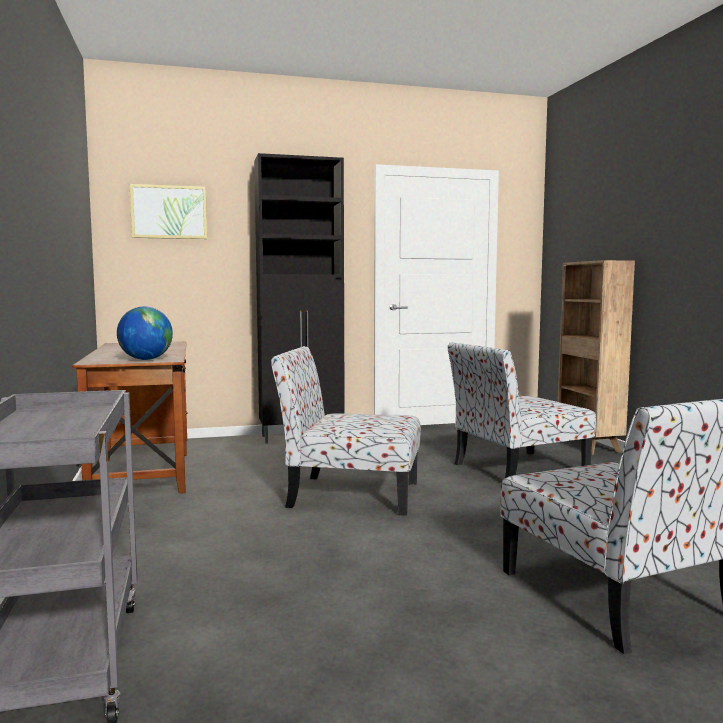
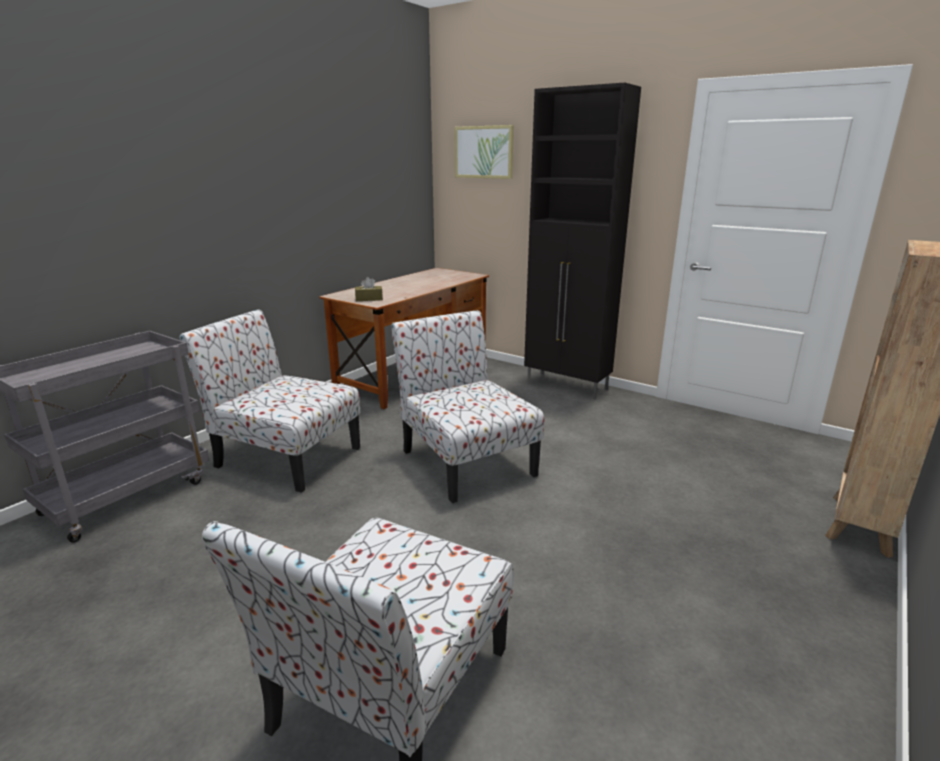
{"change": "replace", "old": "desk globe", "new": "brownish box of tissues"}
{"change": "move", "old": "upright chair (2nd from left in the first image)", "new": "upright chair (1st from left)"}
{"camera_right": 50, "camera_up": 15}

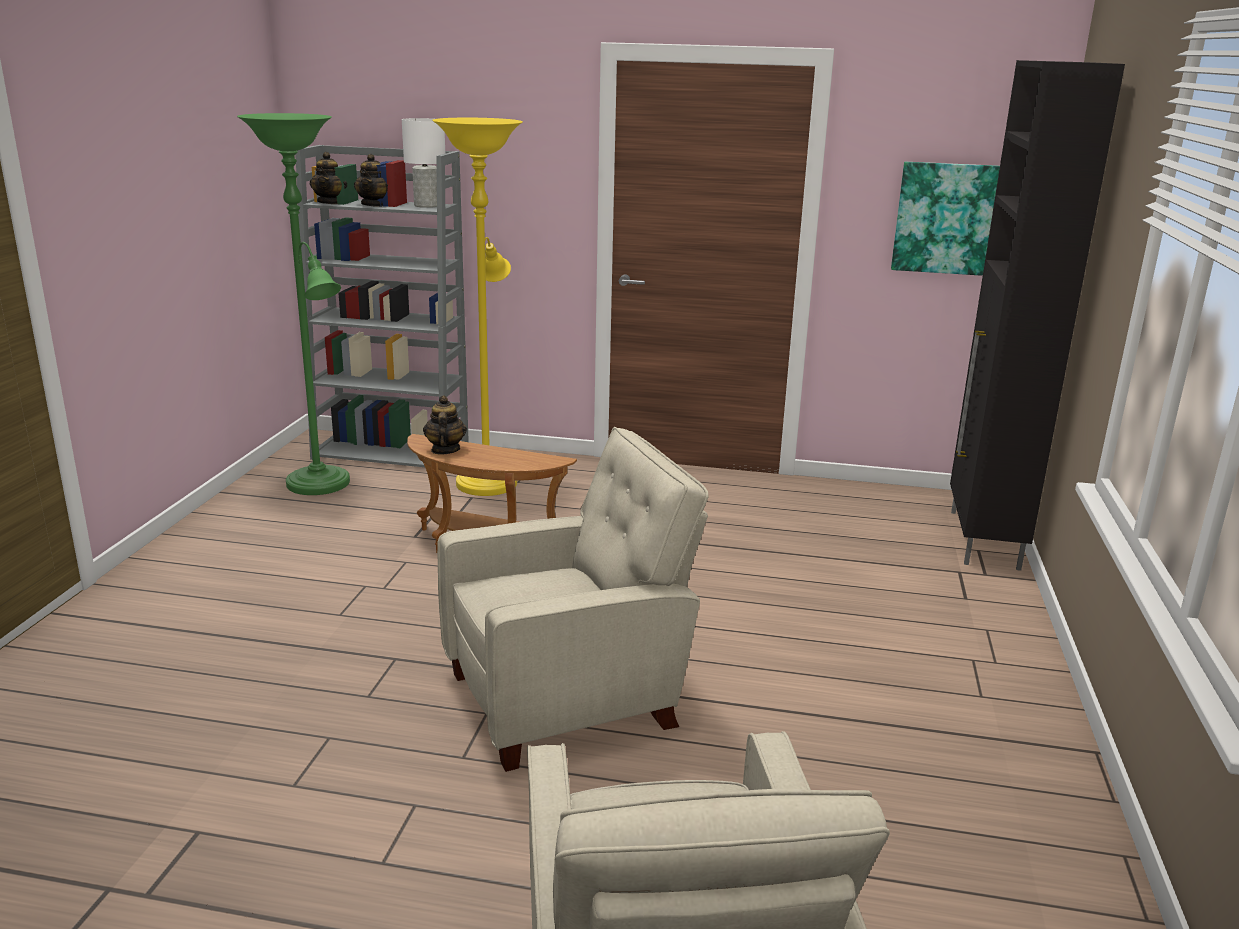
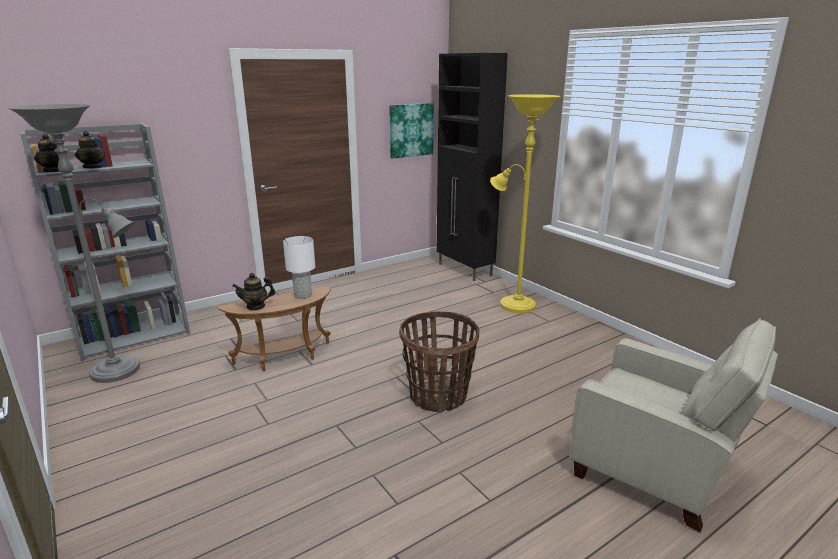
{"change": "recolor", "old": "green-coloured standing lamp", "new": "greyish standing lamp"}
{"change": "move", "old": "white-coloured table lamp"}
{"change": "rotate", "old": "tea pot (3rd from left)", "degrees": -60}
{"change": "move", "old": "yellowish standing lamp"}
{"change": "replace", "old": "beige-coloured lounge chair (1st from left)", "new": "household basket"}
{"camera_right": -45, "camera_up": 0}

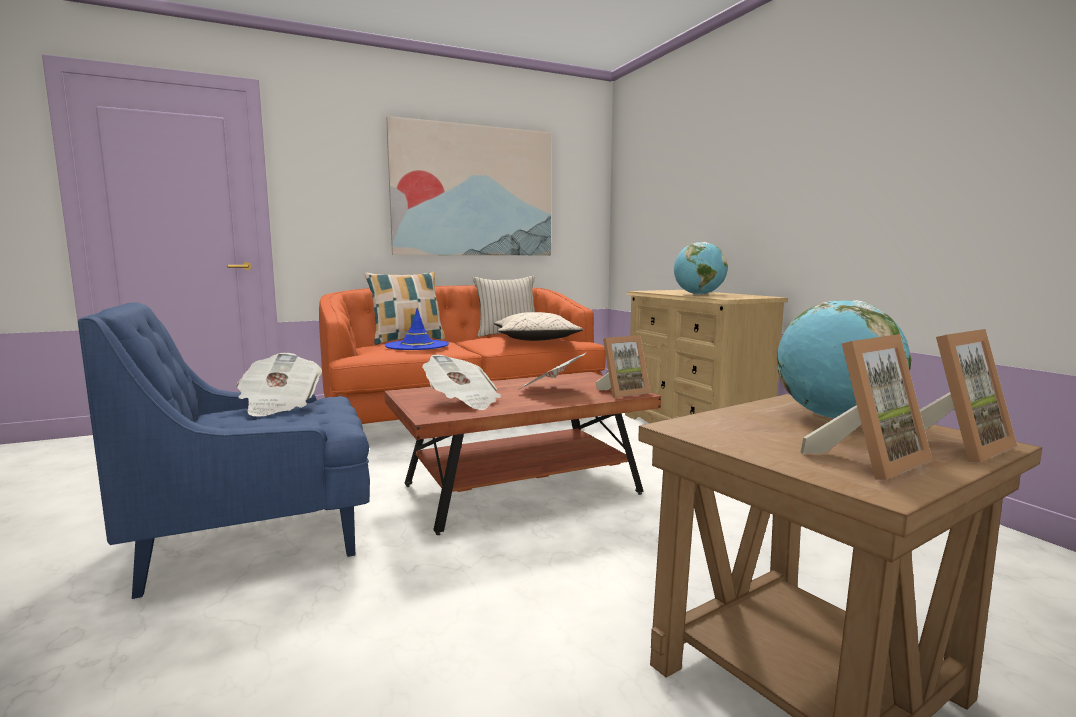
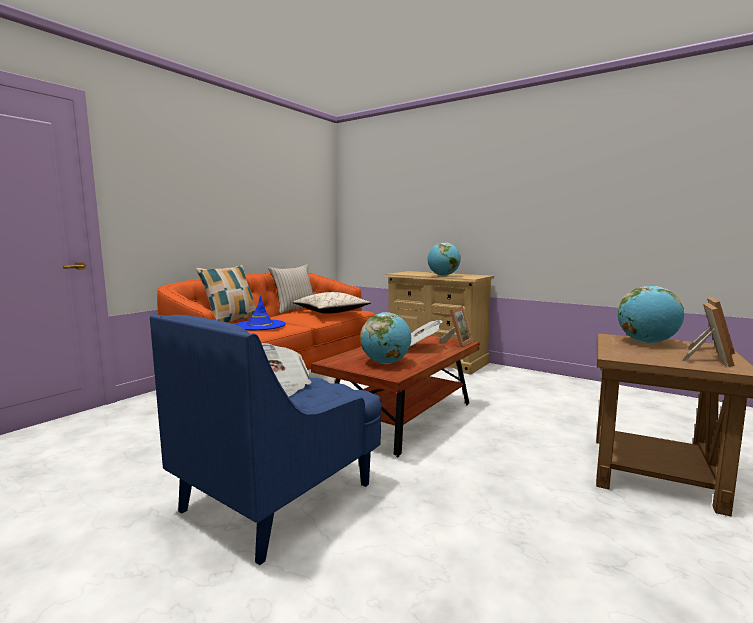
{"change": "delete", "old": "wall picture"}
{"change": "replace", "old": "daily paper (2nd from left)", "new": "desk globe (1st from left)"}
{"camera_right": -30, "camera_up": 0}

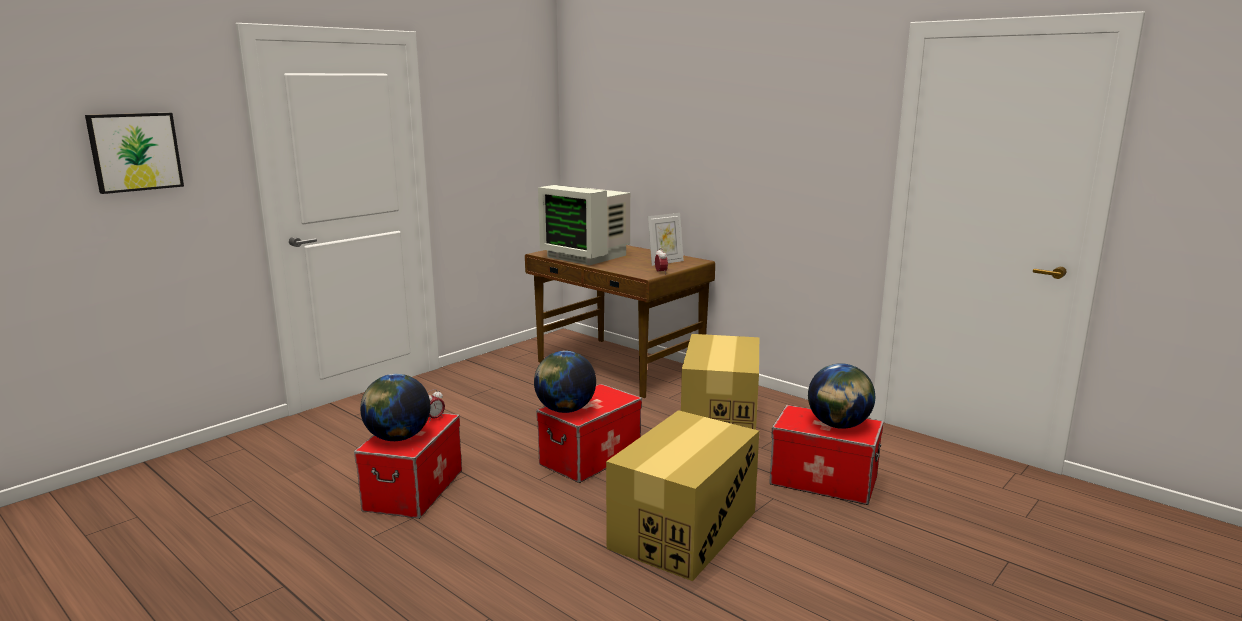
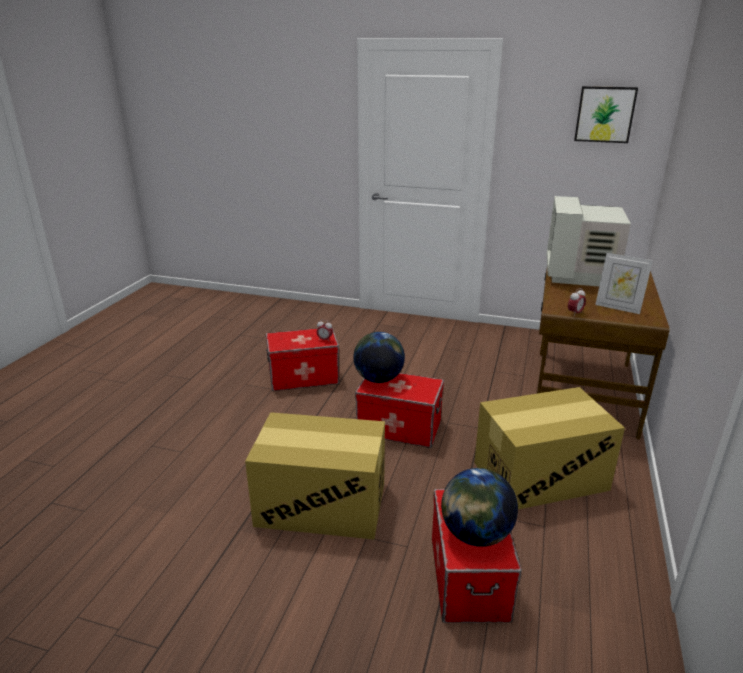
{"change": "move", "old": "wall picture"}
{"change": "delete", "old": "desk globe (1st from left)"}
{"camera_right": 65, "camera_up": 10}

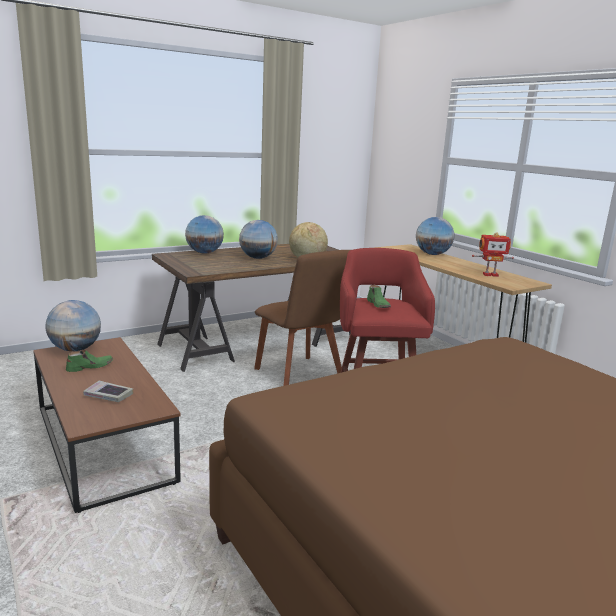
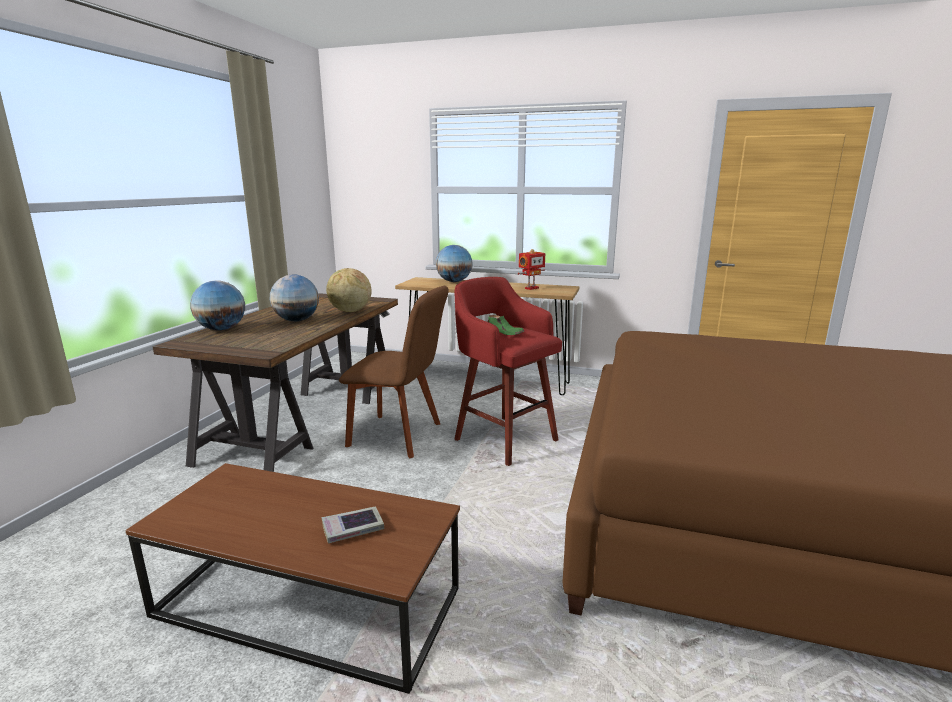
{"change": "delete", "old": "desk globe (1st from left)"}
{"change": "delete", "old": "green-coloured low shoe (1st from left)"}
{"camera_right": -40, "camera_up": 0}

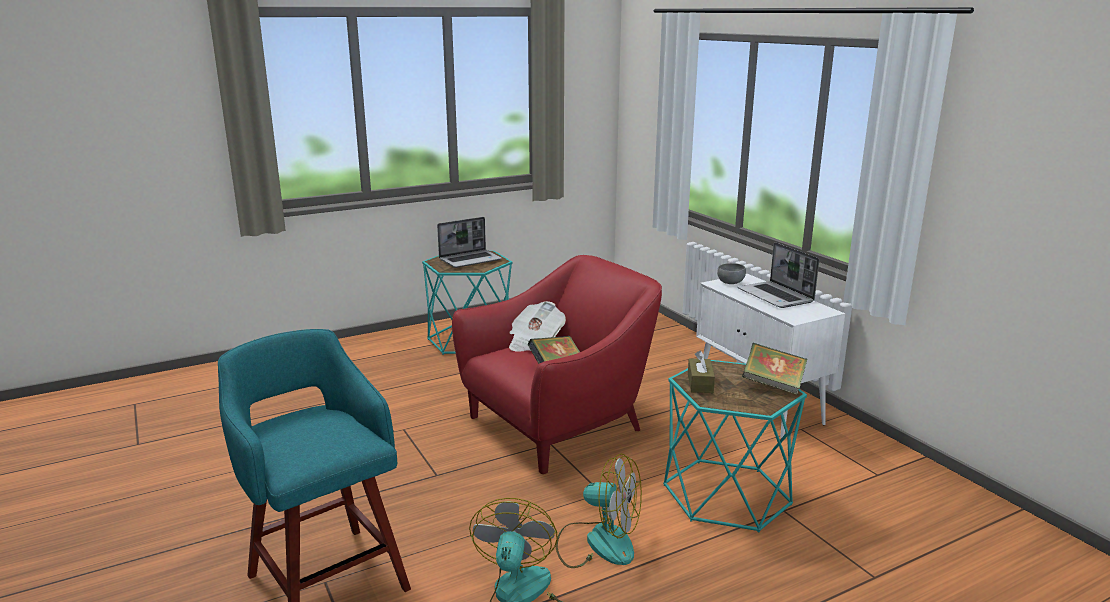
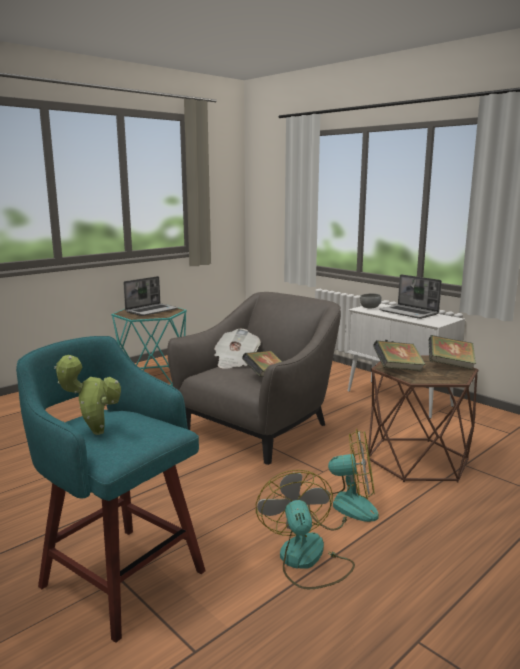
{"change": "recolor", "old": "red lounge chair", "new": "greyish lounge chair"}
{"change": "recolor", "old": "blue-green accent table (2nd from left)", "new": "brownish accent table"}
{"change": "replace", "old": "brownish box of tissues", "new": "bound book (2nd from left)"}
{"change": "insert", "new": "houseplant"}
{"camera_right": -15, "camera_up": -5}

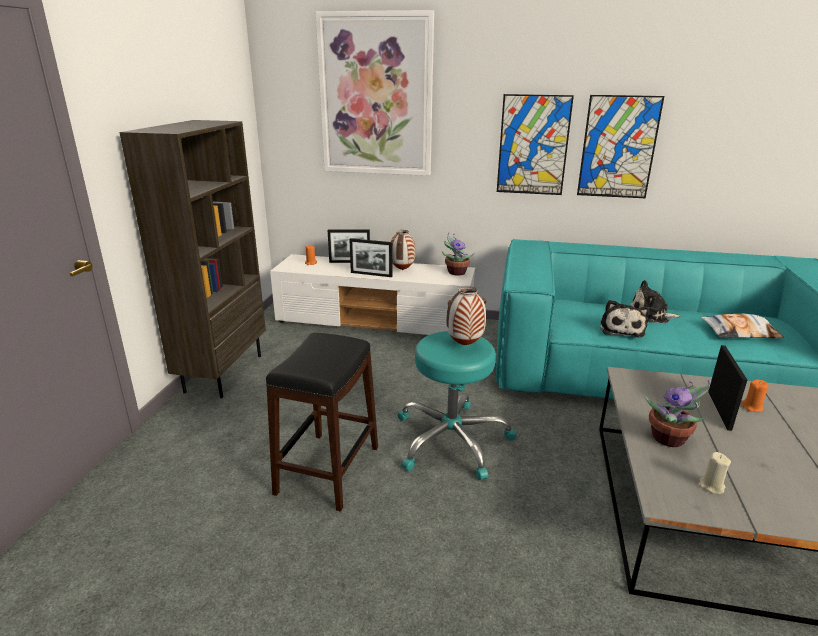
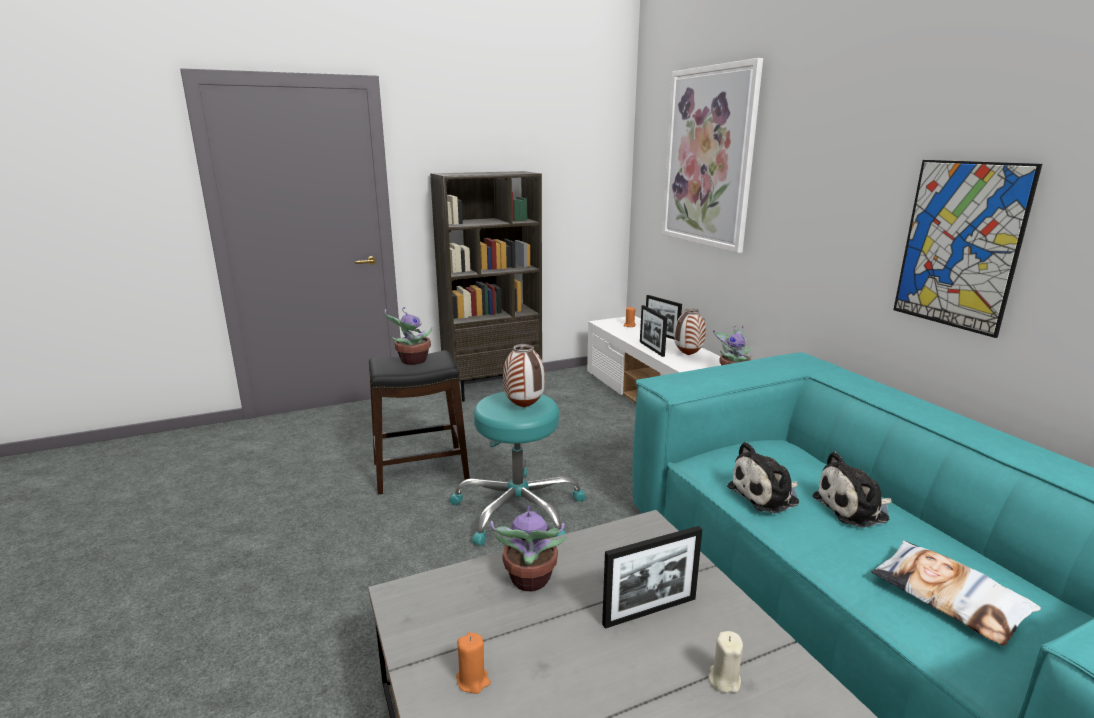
{"change": "delete", "old": "wall picture (2nd from left)"}
{"change": "rotate", "old": "plush toy (2nd from left)", "degrees": -75}
{"change": "move", "old": "beige-coloured candle"}
{"change": "move", "old": "orange candle (2nd from left in the first image)", "new": "orange candle (1st from left)"}
{"change": "insert", "new": "houseplant (1st from left)"}
{"camera_right": 55, "camera_up": -5}

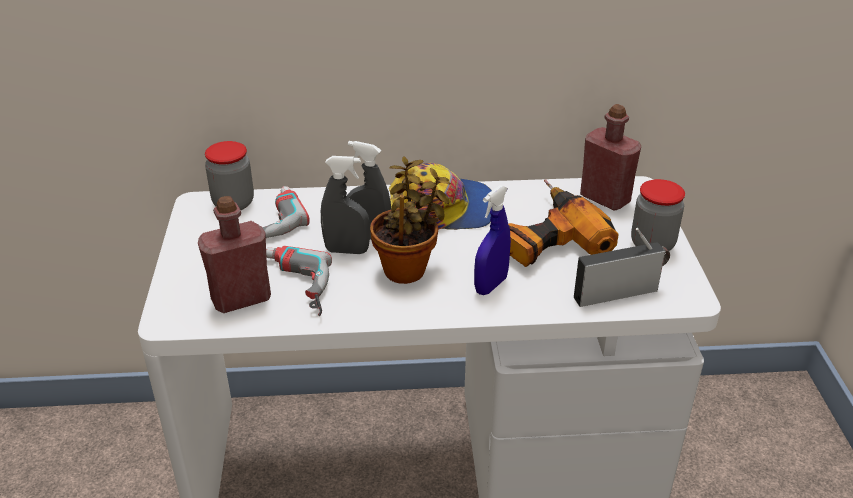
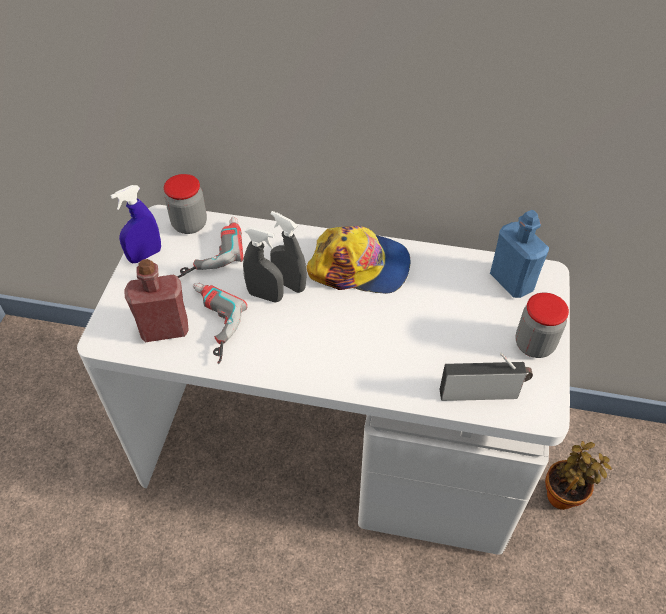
{"change": "move", "old": "houseplant"}
{"change": "move", "old": "bluish hand sprayer"}
{"change": "delete", "old": "power drill (3rd from left)"}
{"change": "recolor", "old": "red bottle (2nd from left)", "new": "bluish bottle"}
{"camera_right": 15, "camera_up": 15}

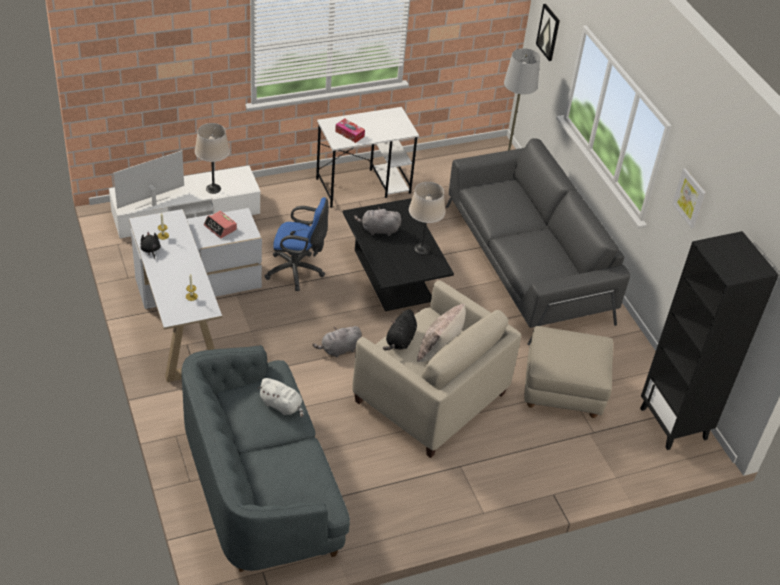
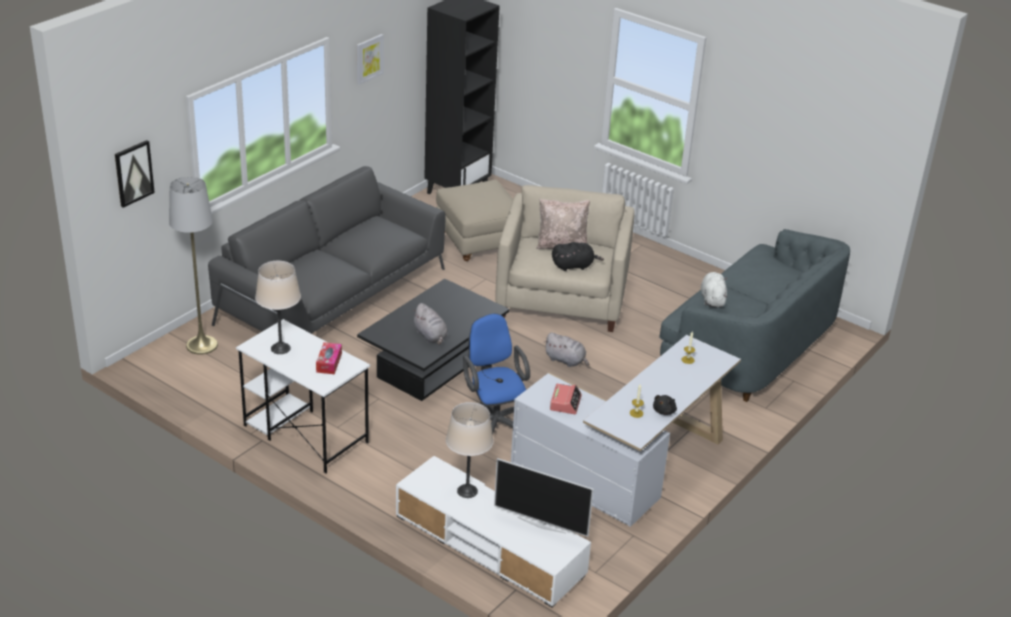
{"change": "move", "old": "beige-coloured table lamp (2nd from left in the first image)", "new": "beige-coloured table lamp (1st from left)"}
{"camera_right": -120, "camera_up": -10}

